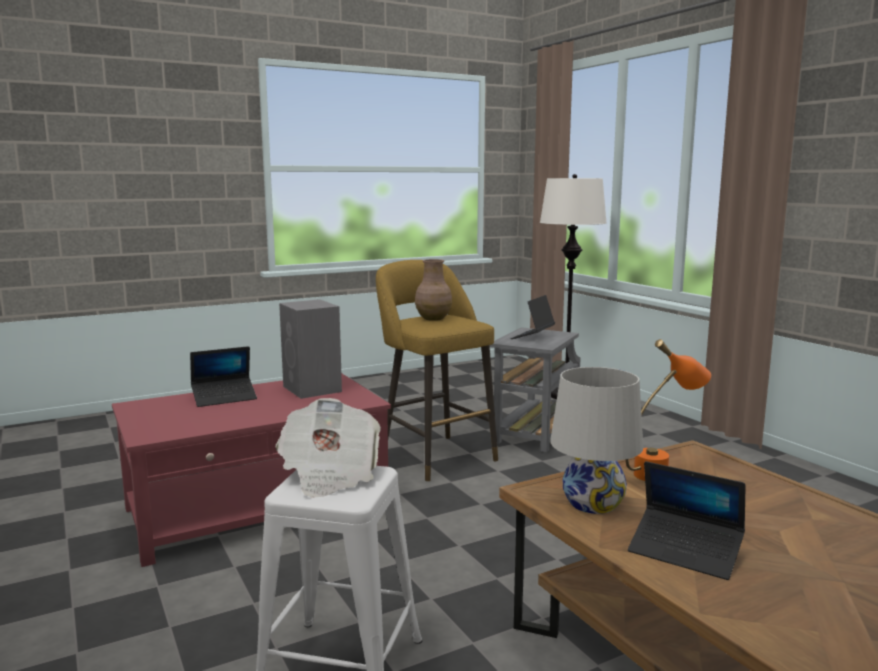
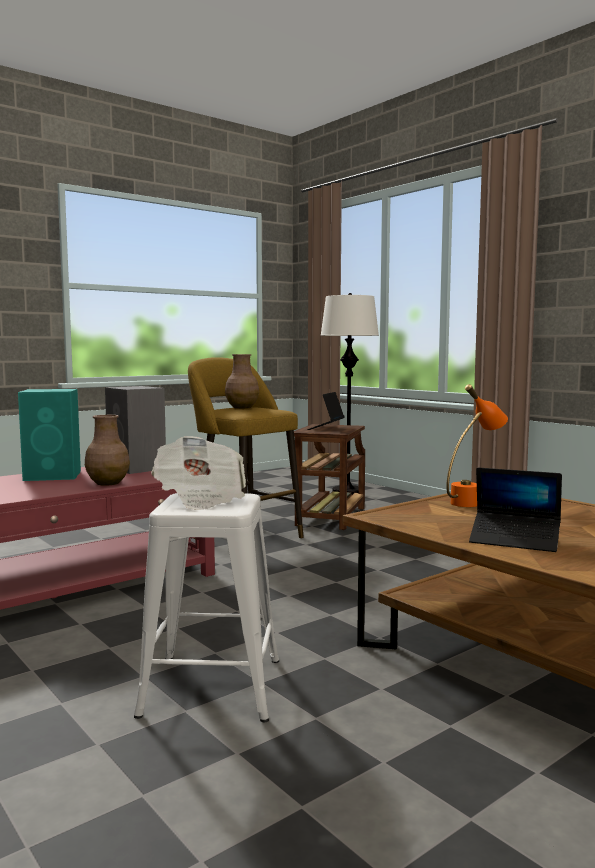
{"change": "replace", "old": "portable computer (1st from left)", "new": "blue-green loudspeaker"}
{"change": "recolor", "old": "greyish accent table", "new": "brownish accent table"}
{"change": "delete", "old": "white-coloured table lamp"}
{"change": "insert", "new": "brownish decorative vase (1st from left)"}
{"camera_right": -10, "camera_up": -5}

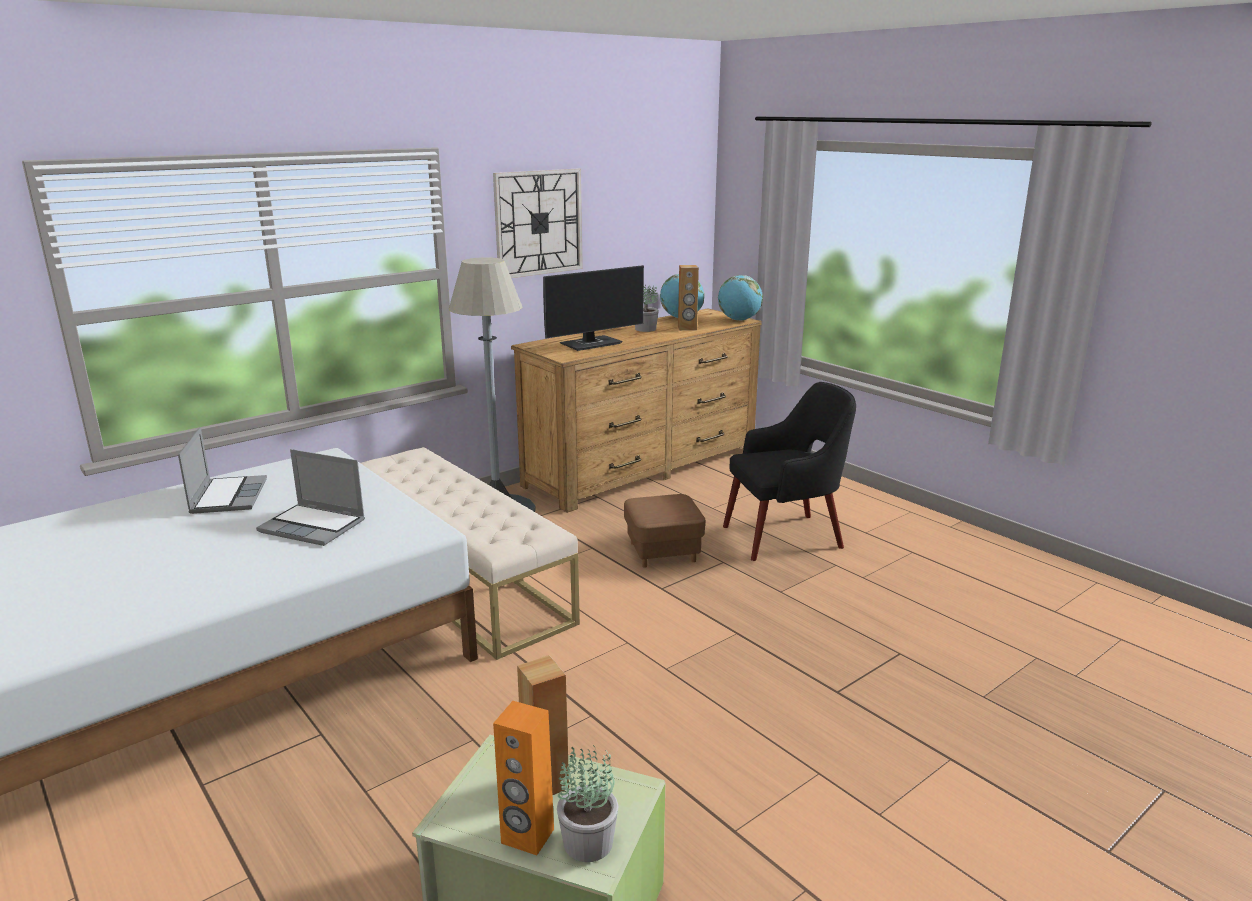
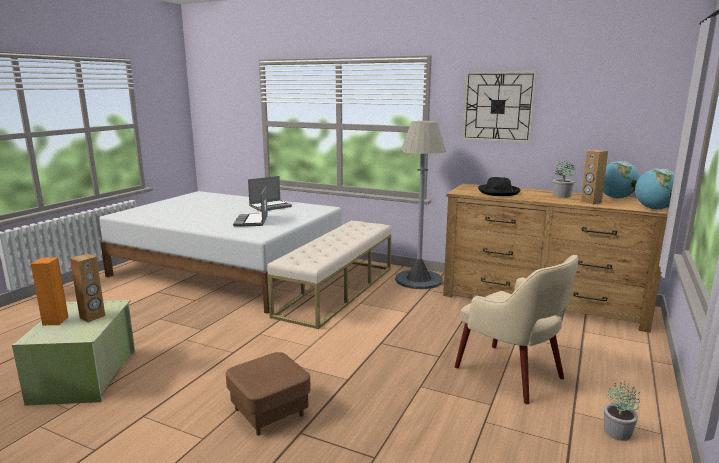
{"change": "replace", "old": "computer display", "new": "blackish hat"}
{"change": "move", "old": "houseplant (1st from left in the first image)", "new": "houseplant (2nd from left)"}
{"change": "move", "old": "brownish ottoman"}
{"change": "recolor", "old": "blackish lounge chair", "new": "beige-coloured lounge chair"}
{"camera_right": 65, "camera_up": -5}

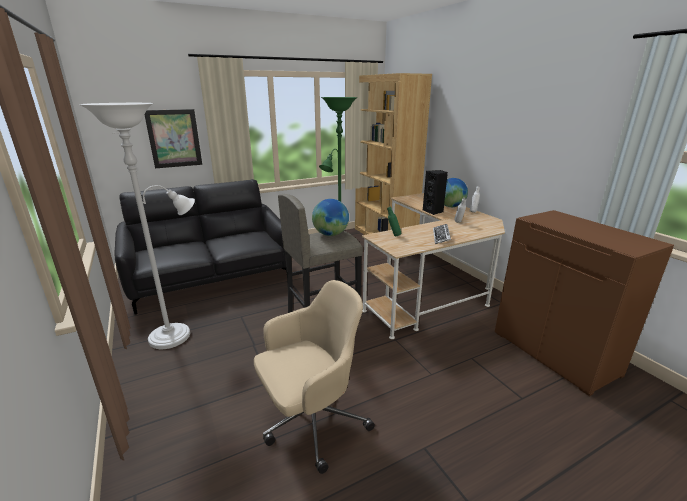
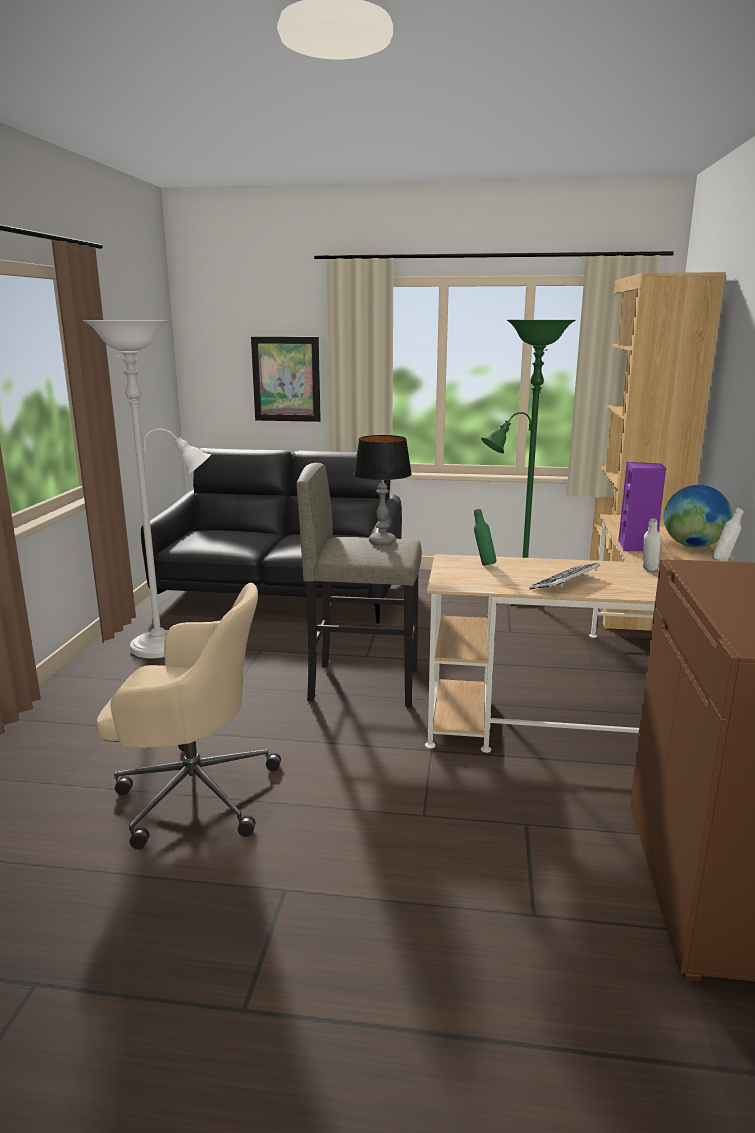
{"change": "replace", "old": "desk globe (1st from left)", "new": "table lamp"}
{"change": "recolor", "old": "blackish loudspeaker", "new": "purple-coloured loudspeaker"}
{"camera_right": 35, "camera_up": -5}

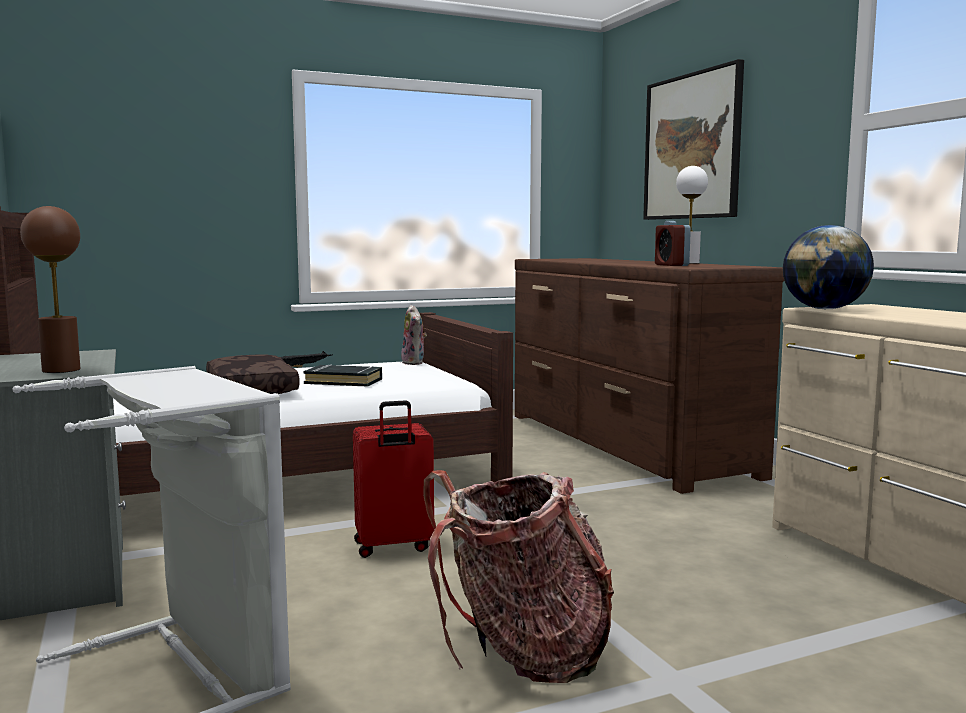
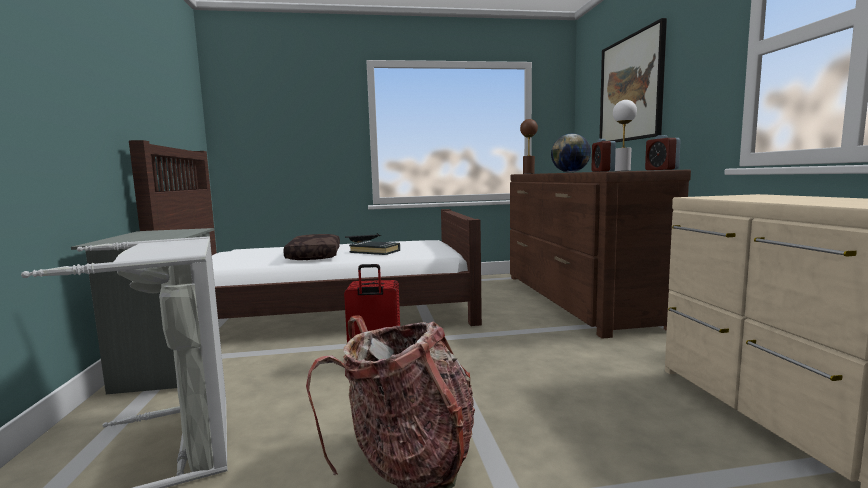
{"change": "move", "old": "brownish table lamp"}
{"change": "delete", "old": "plush toy"}
{"change": "move", "old": "desk globe"}
{"change": "insert", "new": "table clock (2nd from left)"}
{"camera_right": 15, "camera_up": 0}

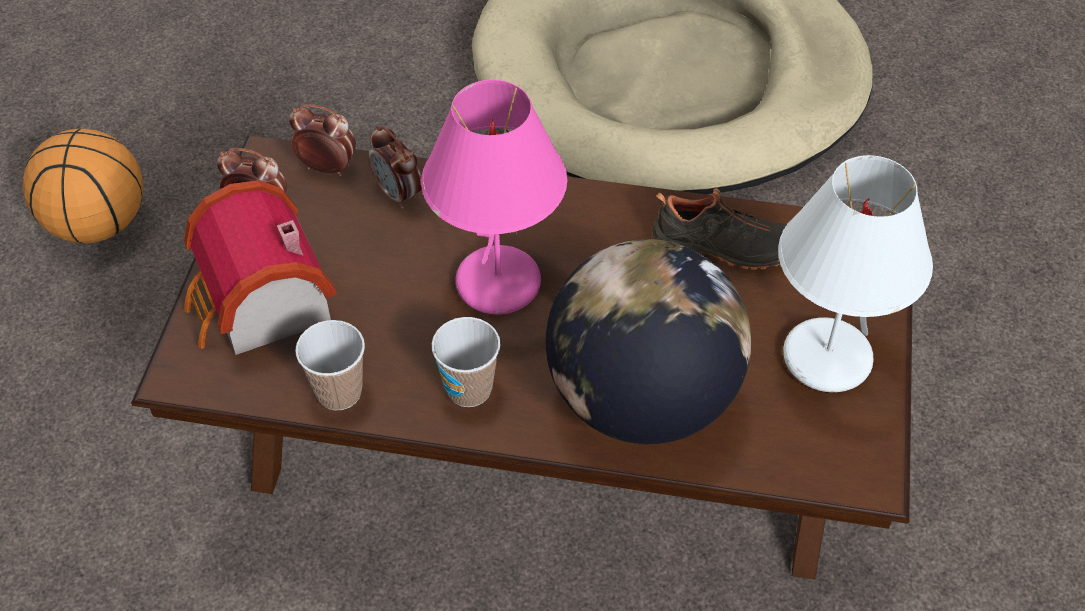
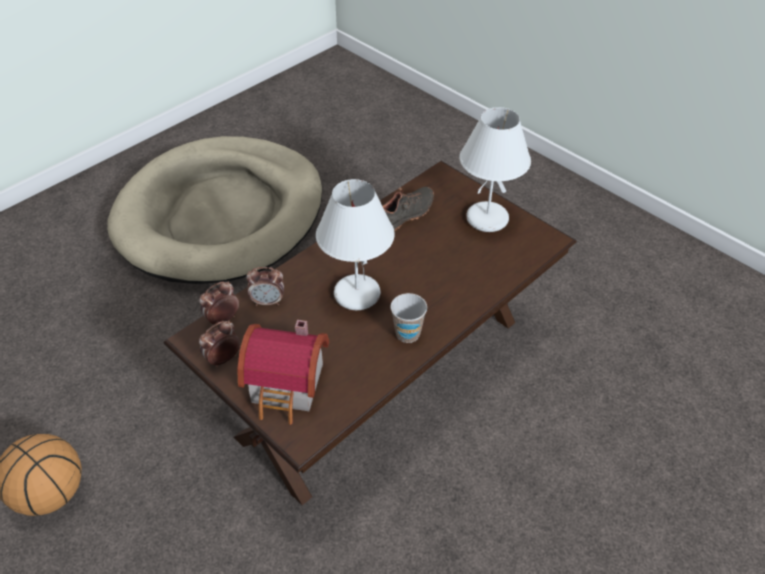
{"change": "delete", "old": "drinking cup (1st from left)"}
{"change": "recolor", "old": "pink-coloured table lamp", "new": "white-coloured table lamp (1st from left)"}
{"change": "delete", "old": "desk globe"}
{"camera_right": -55, "camera_up": -5}

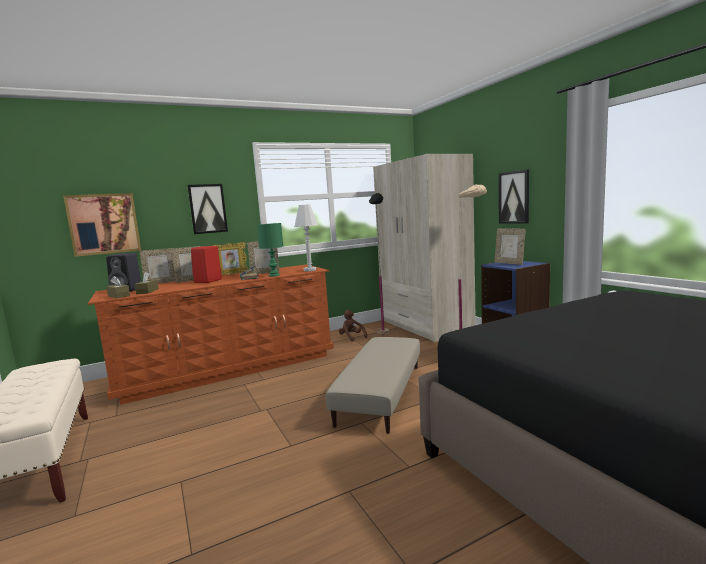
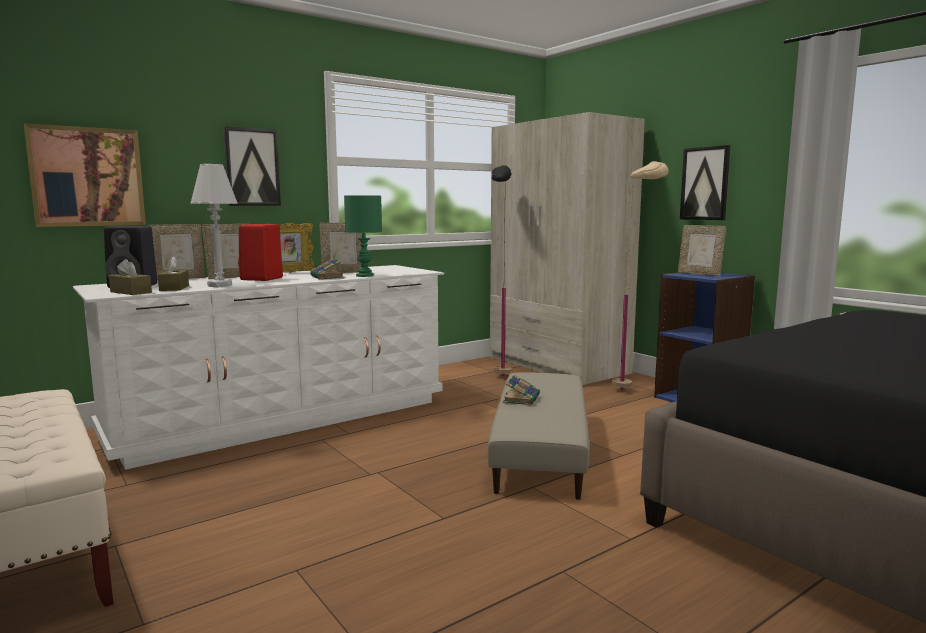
{"change": "recolor", "old": "brownish dresser", "new": "white-coloured dresser"}
{"change": "move", "old": "white-coloured table lamp"}
{"change": "delete", "old": "brownish plush toy"}
{"change": "insert", "new": "bound book (2nd from left)"}
{"camera_right": -10, "camera_up": 0}

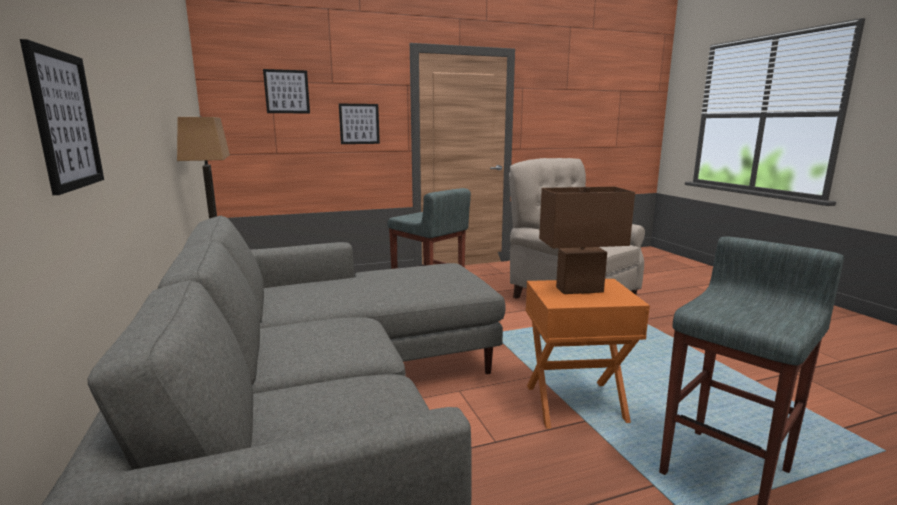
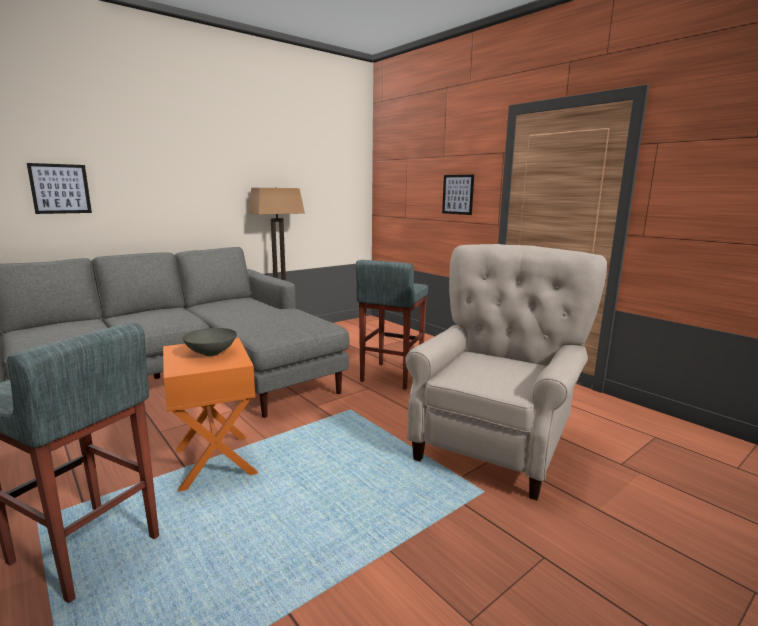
{"change": "delete", "old": "wall picture (2nd from left)"}
{"change": "replace", "old": "brownish table lamp", "new": "greyish deep dish"}
{"camera_right": 70, "camera_up": 0}

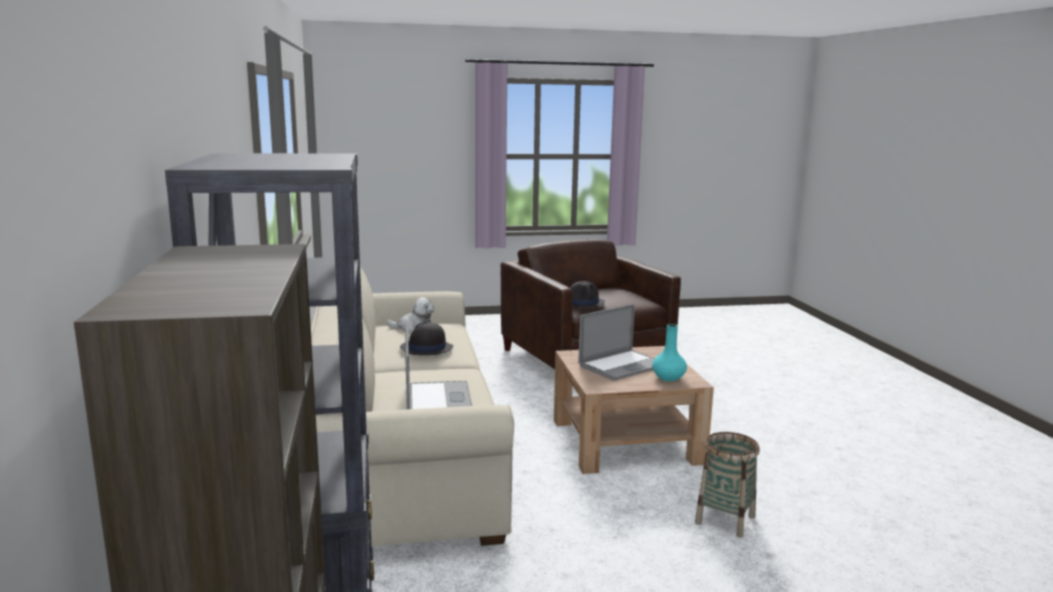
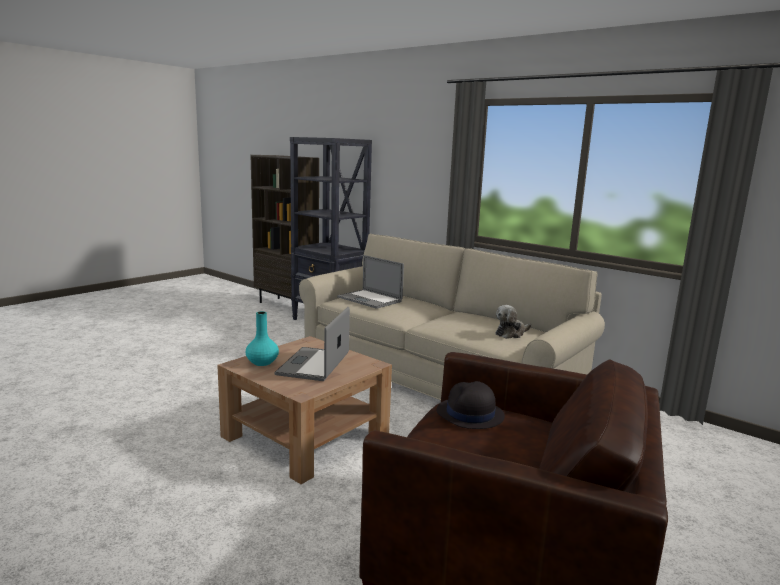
{"change": "delete", "old": "blackish hat (1st from left)"}
{"change": "delete", "old": "household basket"}
{"camera_right": 140, "camera_up": 0}

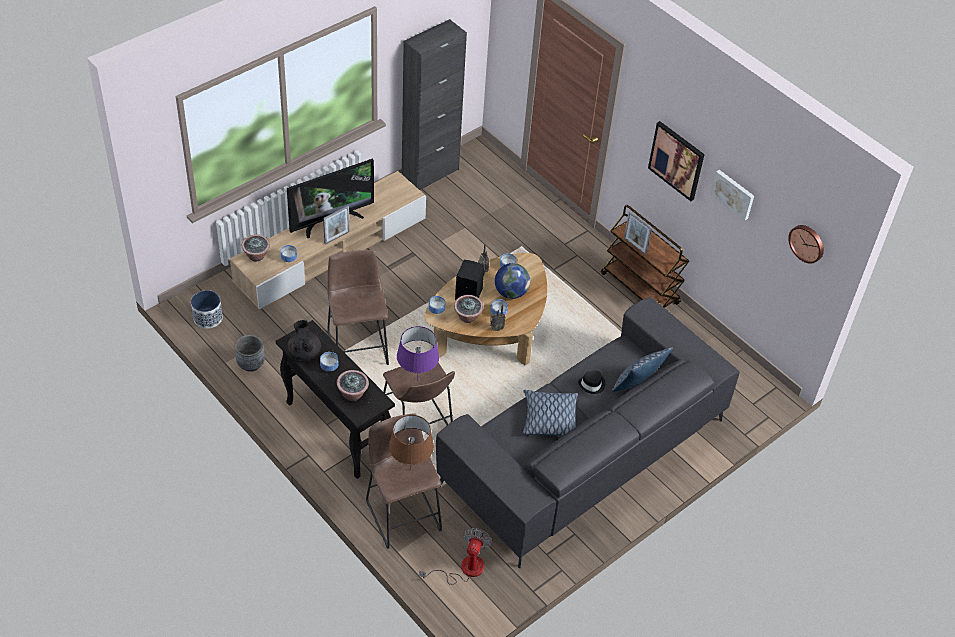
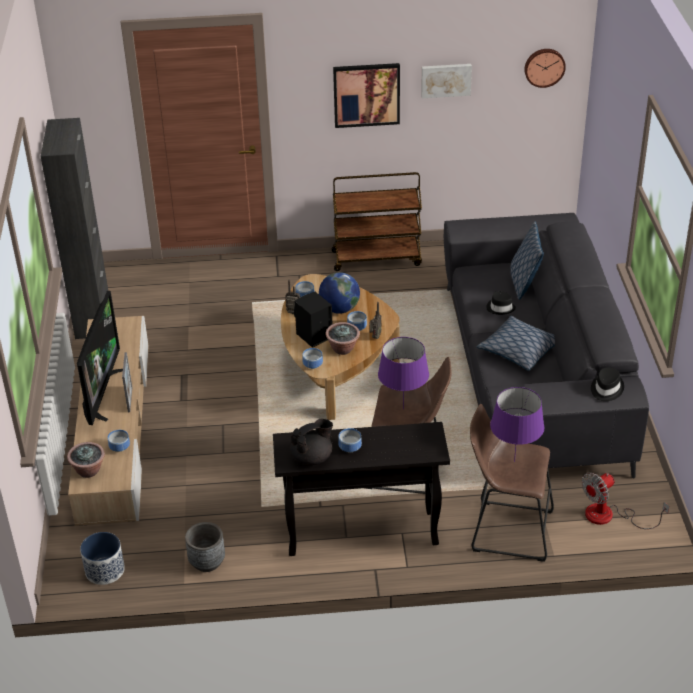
{"change": "rotate", "old": "blackish tea pot", "degrees": 120}
{"change": "delete", "old": "brownish stool seat (1st from left)"}
{"change": "delete", "old": "houseplant (2nd from left)"}
{"change": "recolor", "old": "brownish table lamp", "new": "purple-coloured table lamp (2nd from left)"}
{"change": "rotate", "old": "fan", "degrees": -90}
{"change": "delete", "old": "picture frame (2nd from left)"}
{"change": "insert", "new": "blackish hat (2nd from left)"}
{"camera_right": -50, "camera_up": -10}

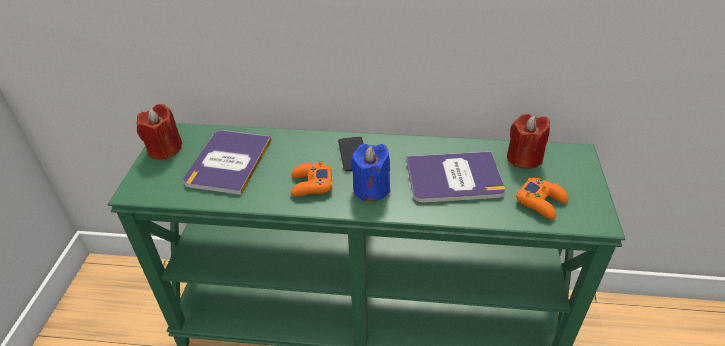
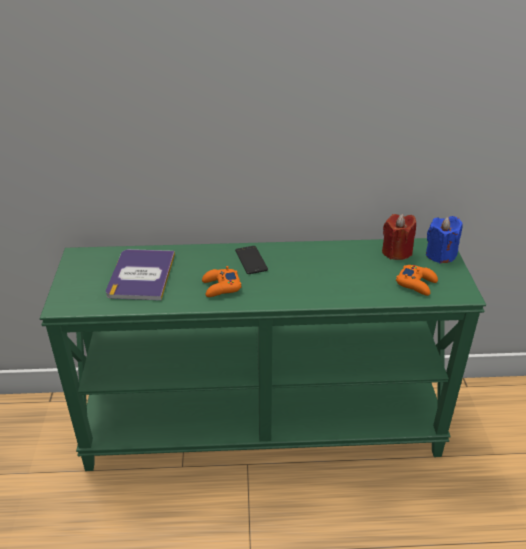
{"change": "delete", "old": "red candle (1st from left)"}
{"change": "move", "old": "bluish candle"}
{"change": "delete", "old": "bound book (2nd from left)"}
{"camera_right": -10, "camera_up": -5}

